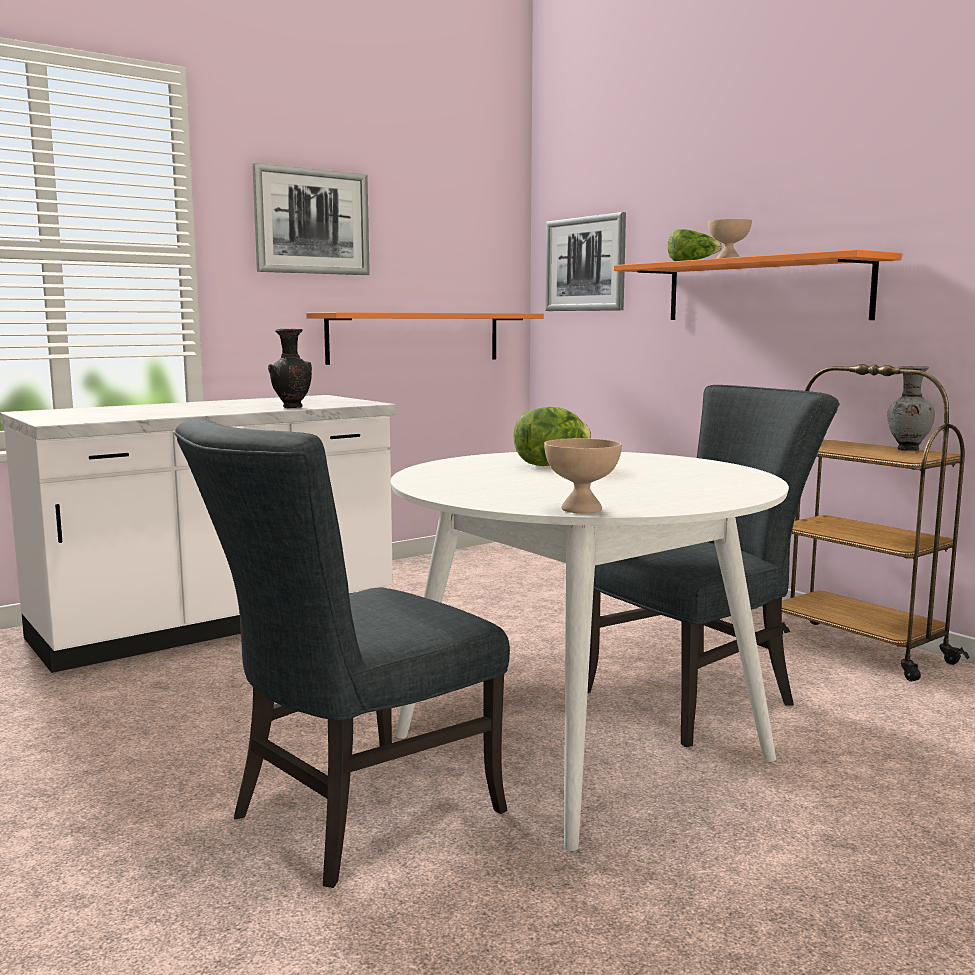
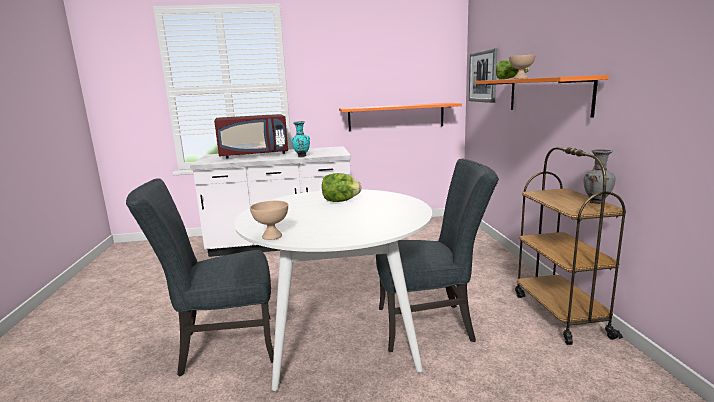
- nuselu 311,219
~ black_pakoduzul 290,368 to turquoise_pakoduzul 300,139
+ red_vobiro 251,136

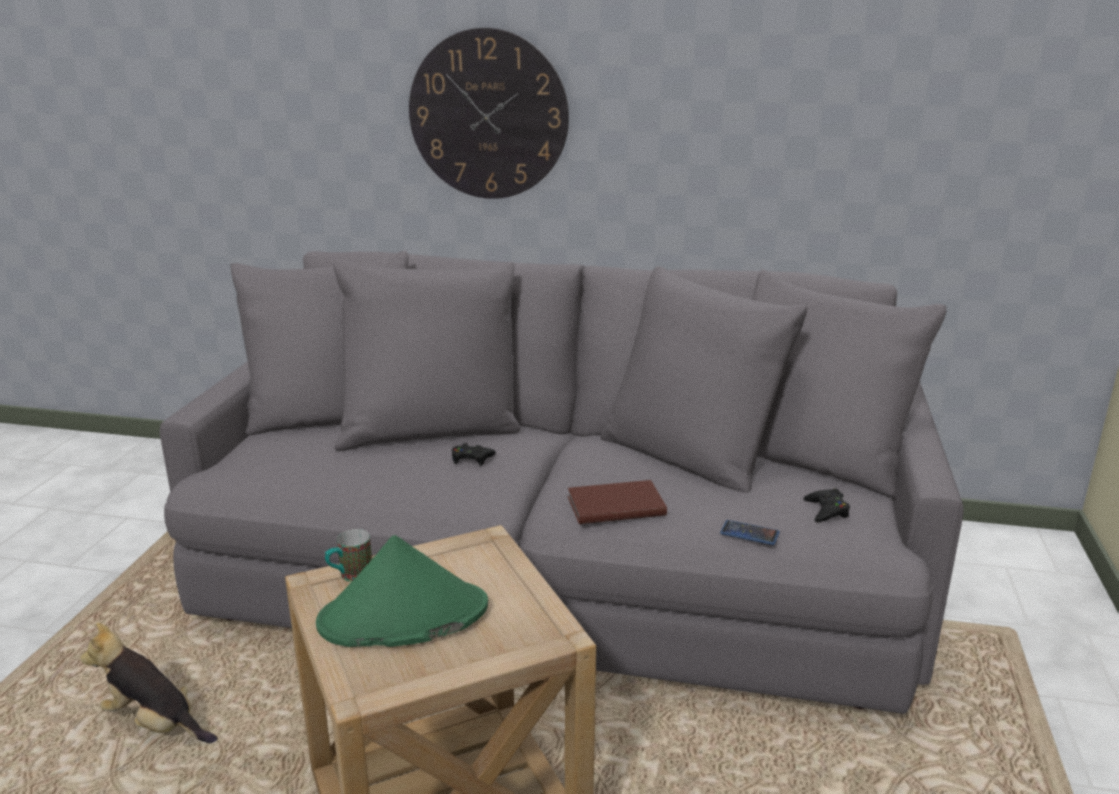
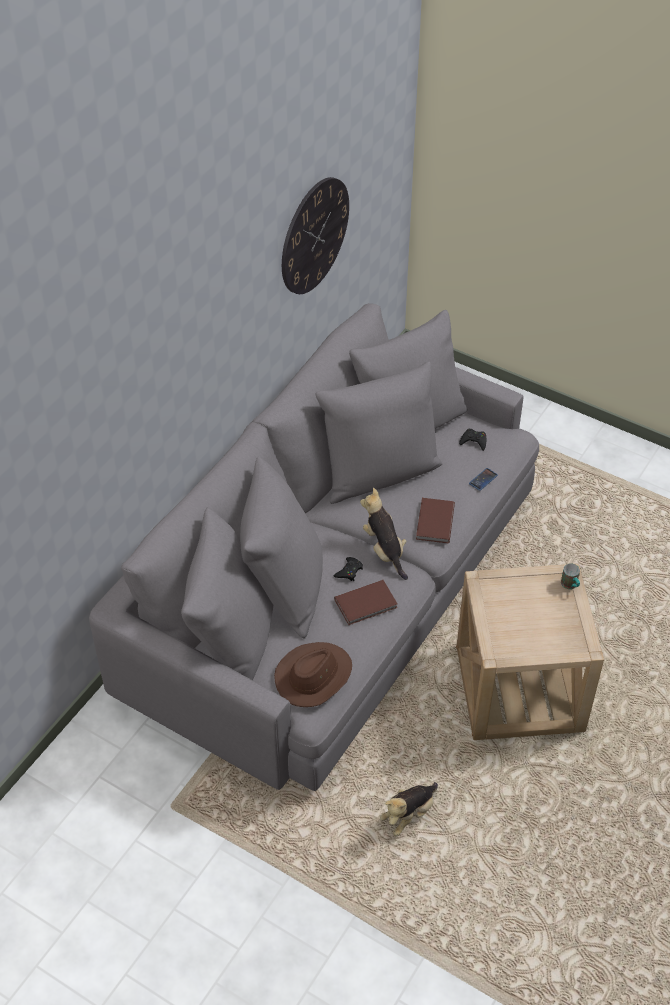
~ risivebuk 489,113 to 315,235
~ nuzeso 348,555 to 570,576
- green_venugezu 402,591
+ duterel 384,534
+ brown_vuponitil 366,602
+ brown_venugezu 313,674

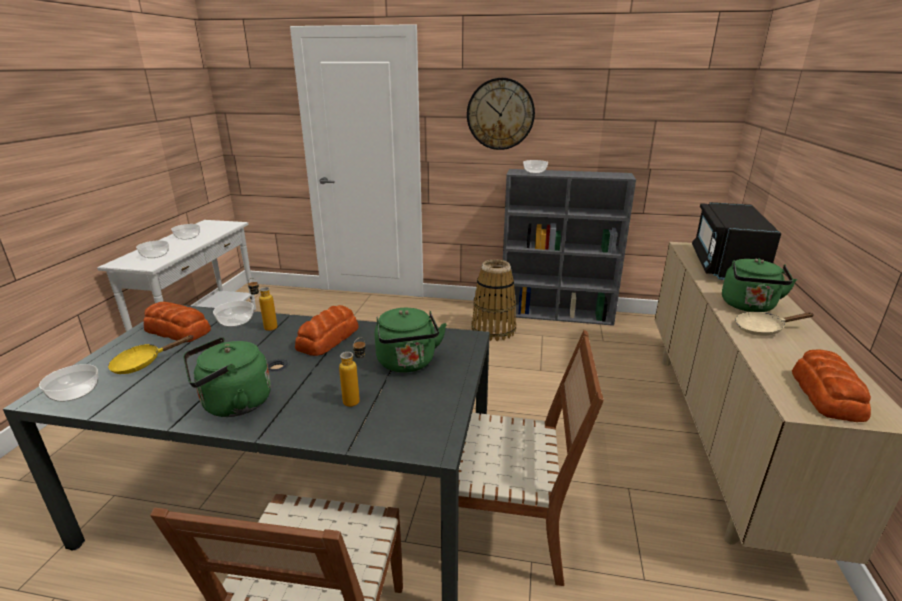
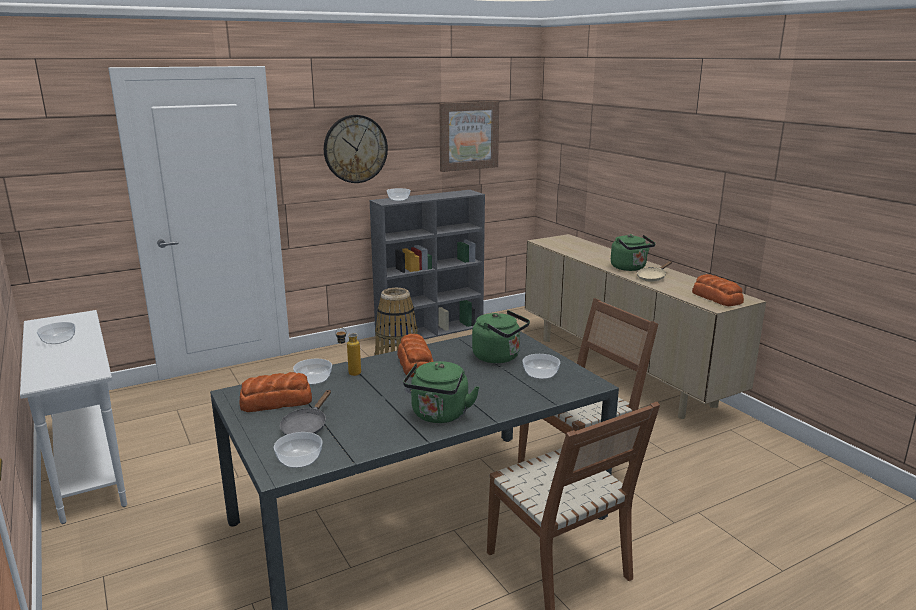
- black_vobiro 736,241
~ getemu 152,249 to 541,366
~ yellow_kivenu 151,354 to grey_kivenu 305,412
- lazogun 352,372
+ nuselu 469,136

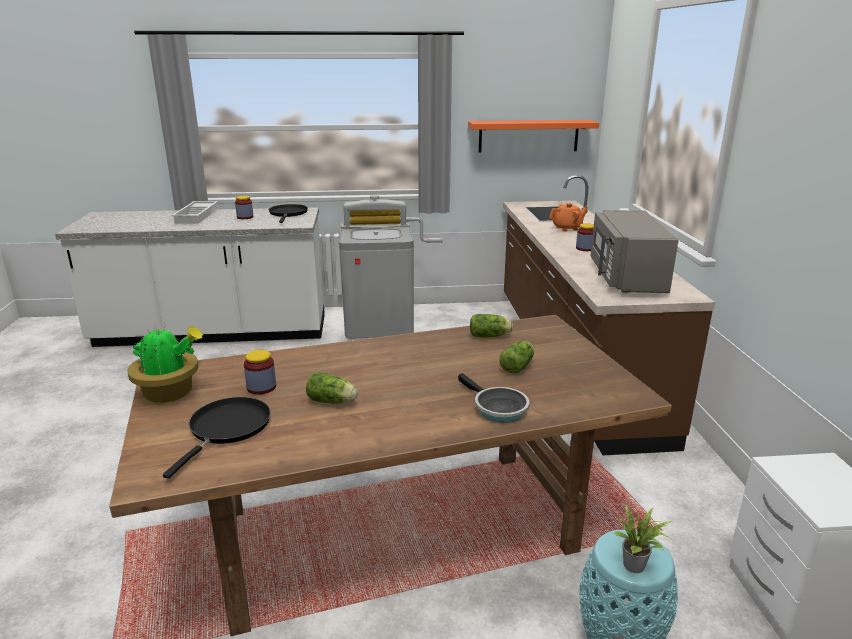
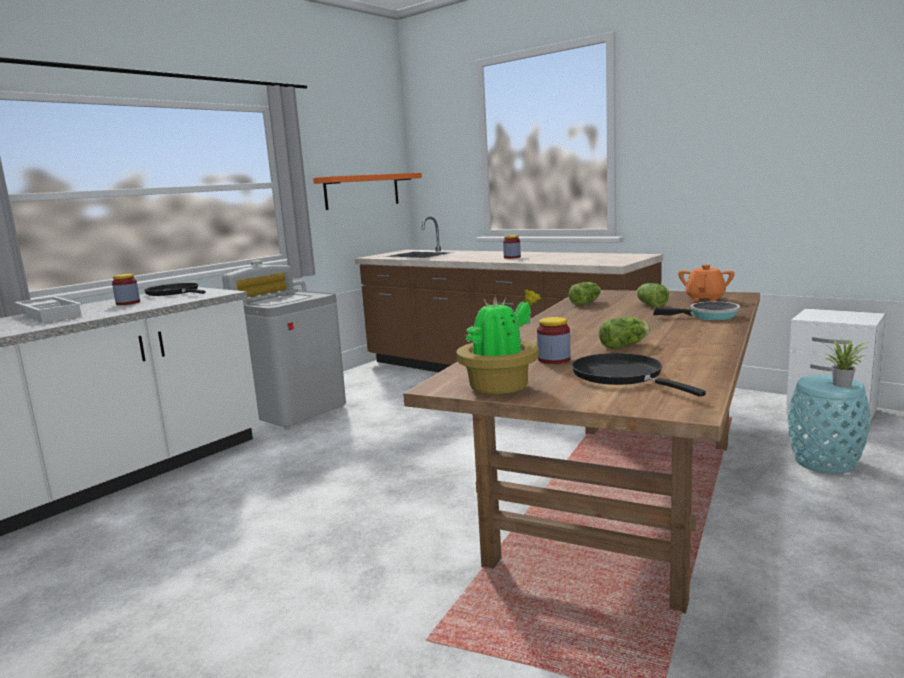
~ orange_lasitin 568,217 to 706,283
- grey_vobiro 634,251

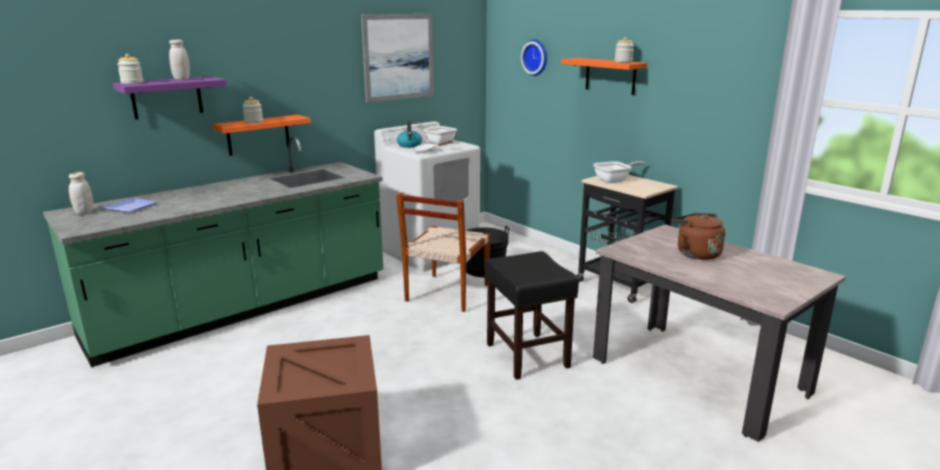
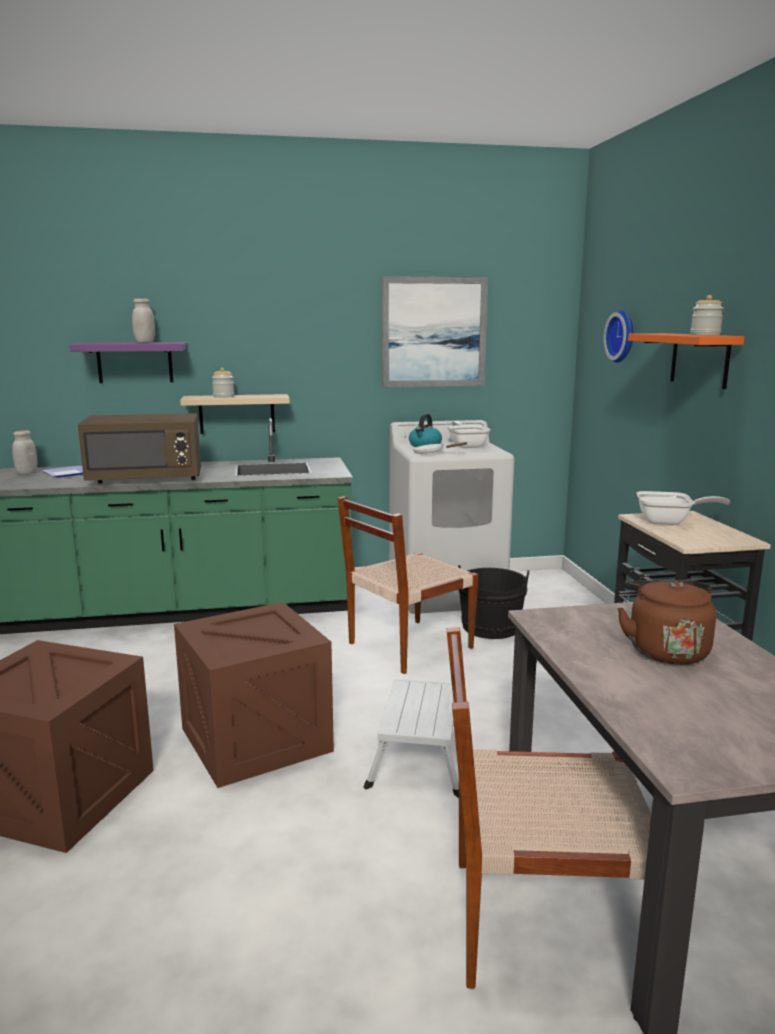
- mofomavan 130,69
~ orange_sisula 261,135 to beige_sisula 235,414
~ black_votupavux 532,315 to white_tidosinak 411,738
+ brown_vobiro 139,448
+ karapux 254,695
+ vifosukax 549,808

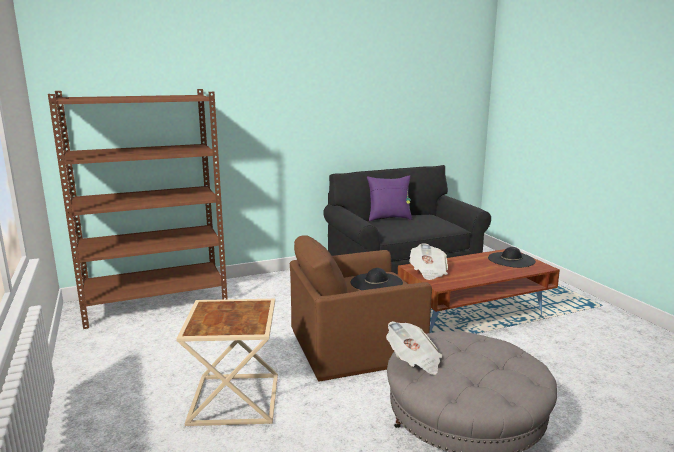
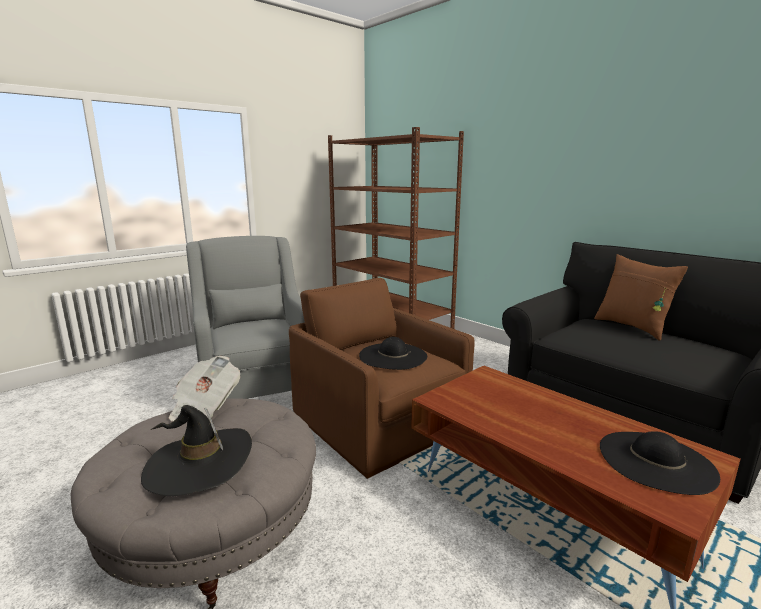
~ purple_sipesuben 389,198 to brown_sipesuben 641,297
- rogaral 428,261
~ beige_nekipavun 227,362 to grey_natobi 245,317
+ black_venugezu 196,450

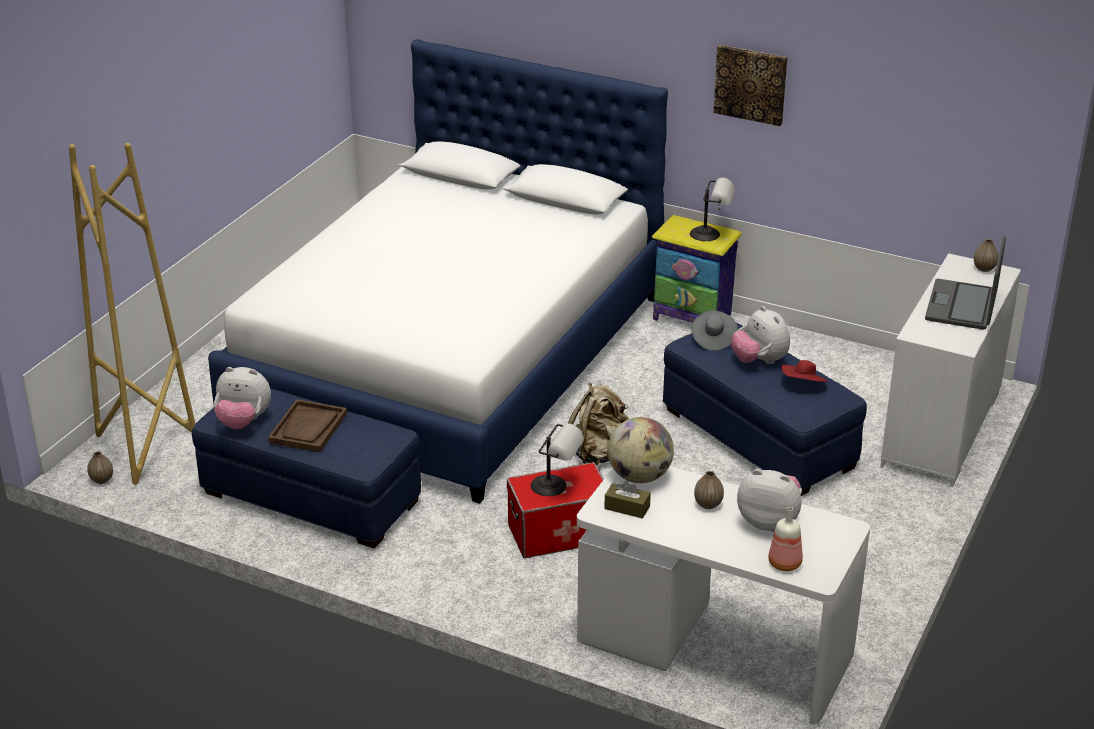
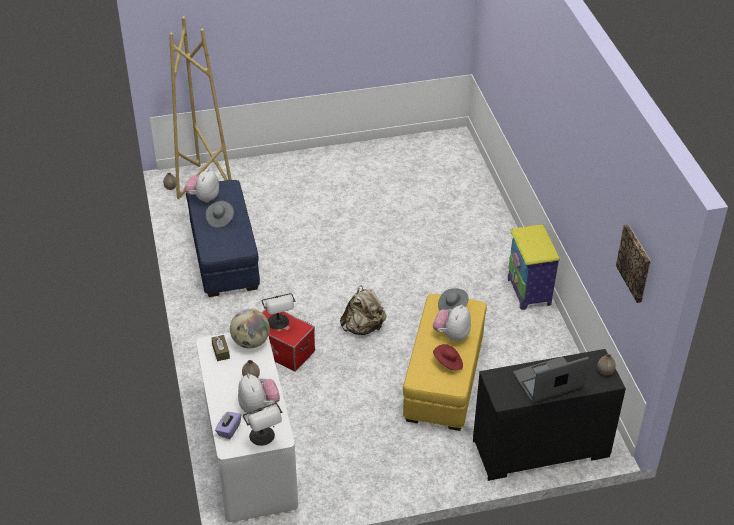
- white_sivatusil 438,272
~ nuselu 750,85 to 633,263
~ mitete 712,209 to 262,424
~ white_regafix 950,370 to black_regafix 549,415
~ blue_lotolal 765,409 to yellow_lotolal 445,362
~ duterel 242,398 = 201,185 45 degrees clockwise
~ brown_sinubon 307,425 to grey_venugezu 220,214
~ lazogun 785,539 to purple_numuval 228,425

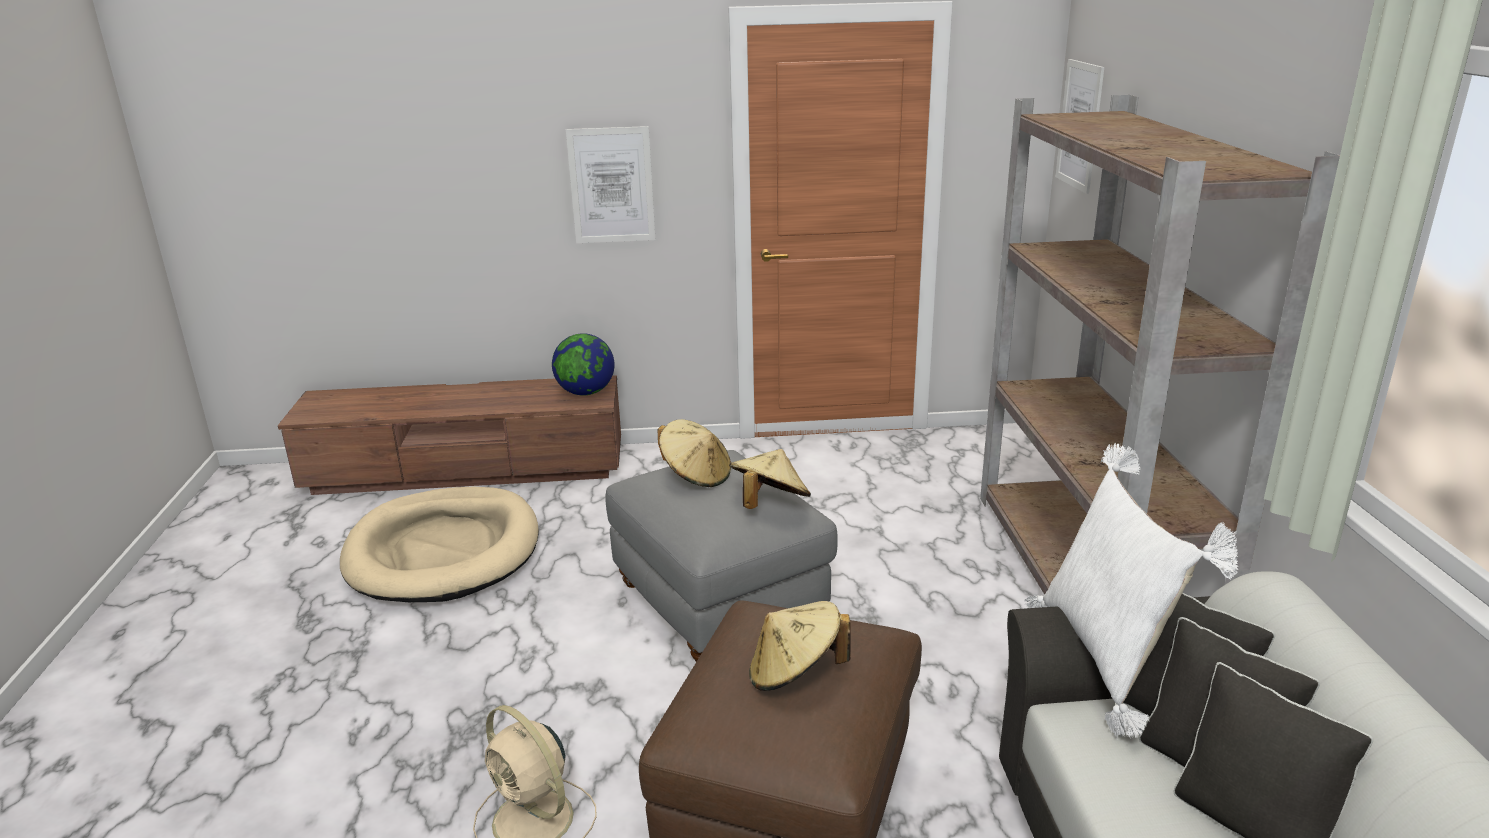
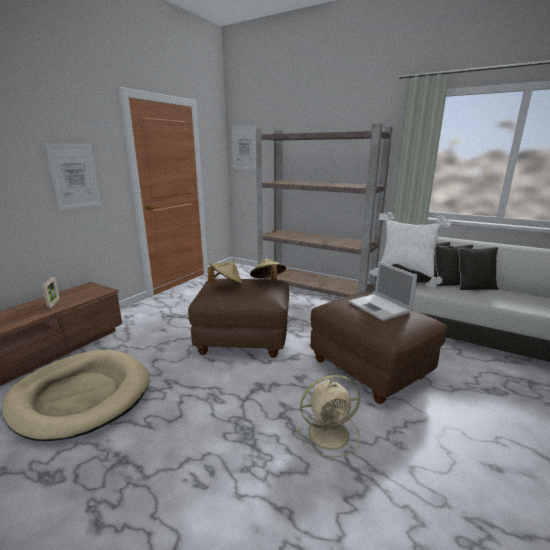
- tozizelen 583,364
~ grey_lotolal 721,556 to brown_lotolal 238,318
~ beige_venugezu 800,646 to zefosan 383,291
+ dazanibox 50,292

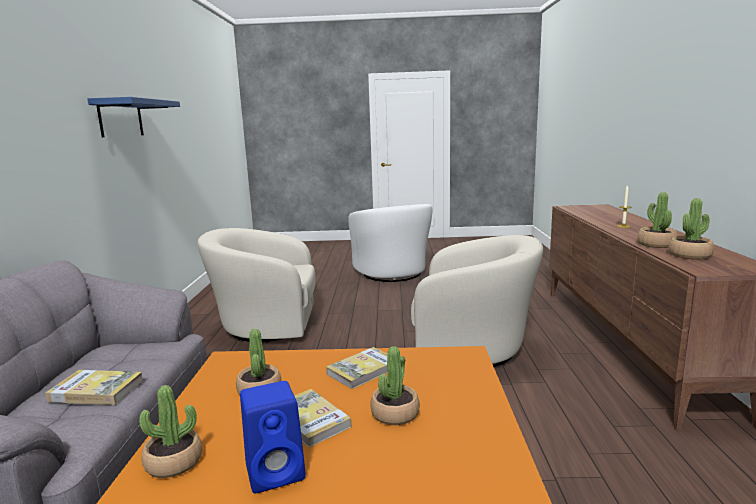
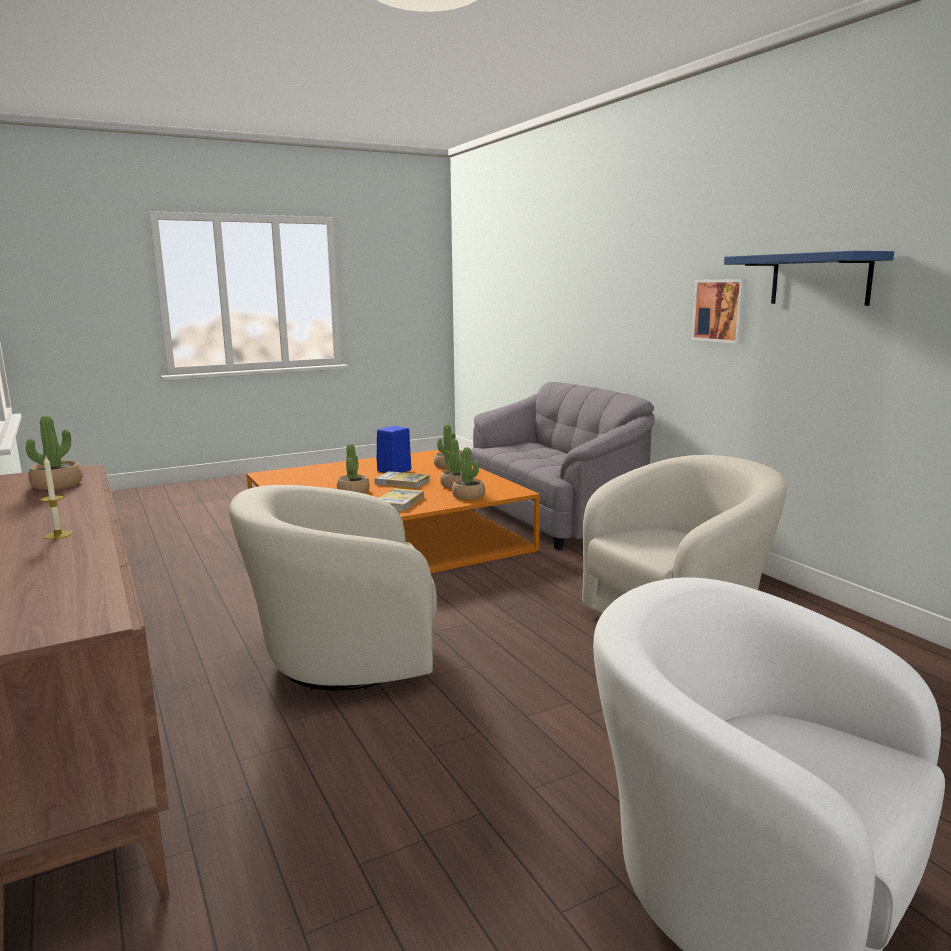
~ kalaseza 657,220 to 468,473
- vuponitil 94,387
+ nuselu 720,311

